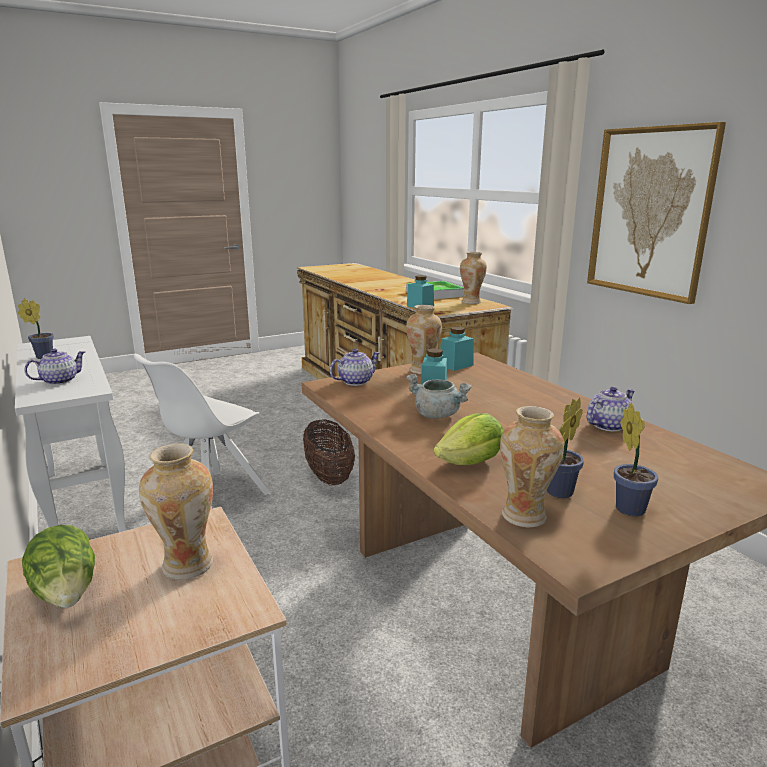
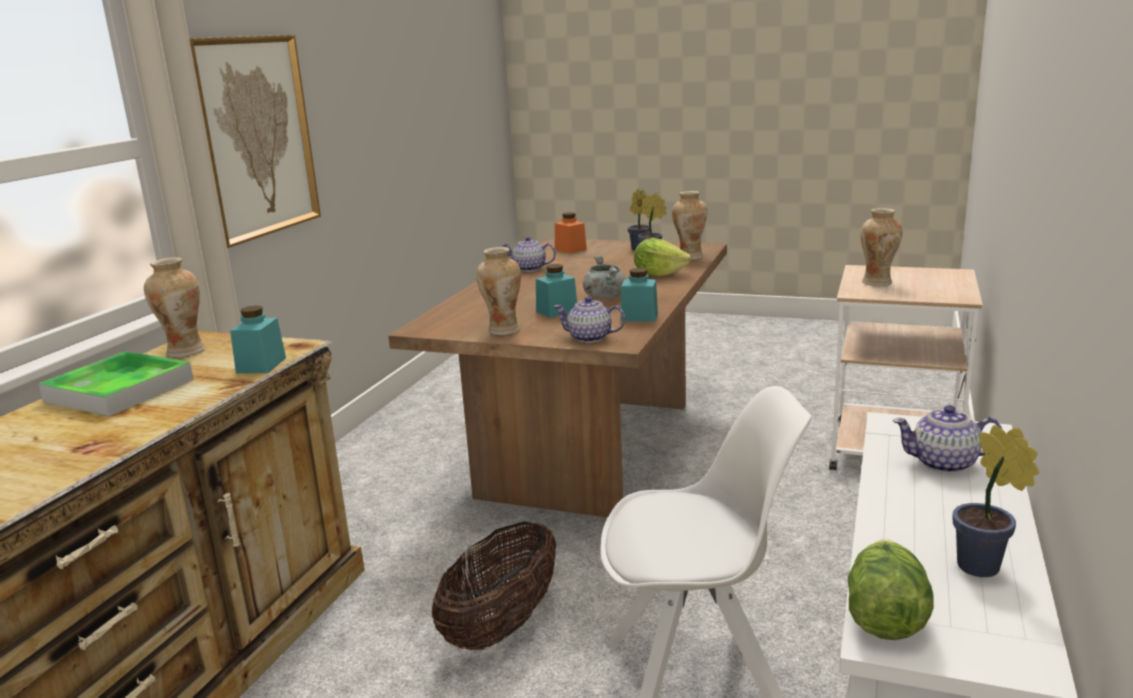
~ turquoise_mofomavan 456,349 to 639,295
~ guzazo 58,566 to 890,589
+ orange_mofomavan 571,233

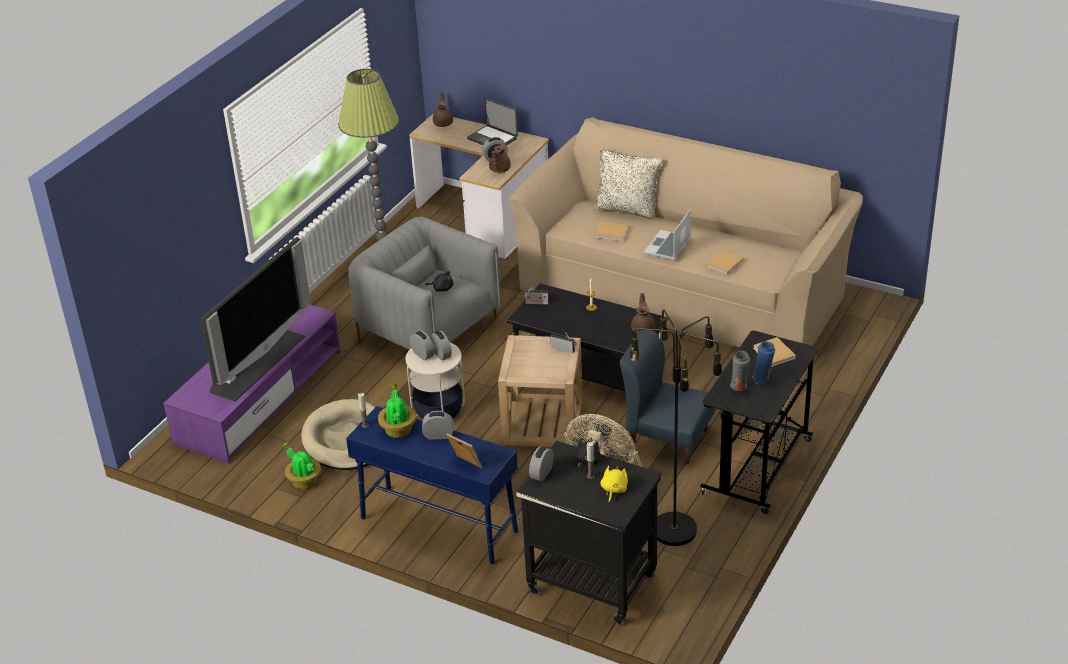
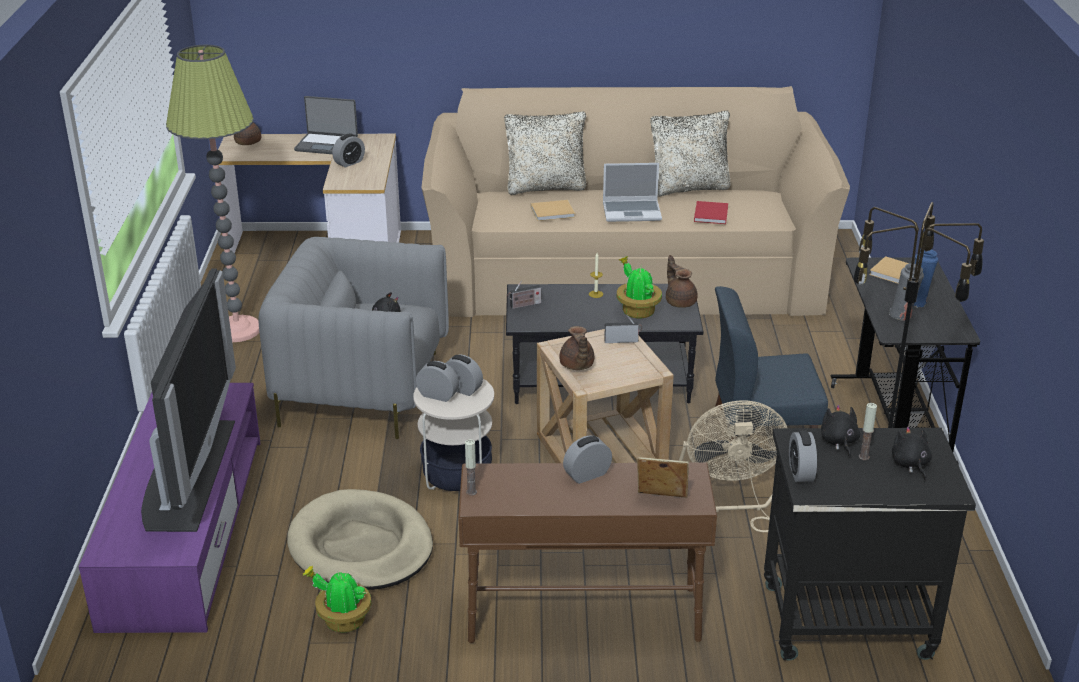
~ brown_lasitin 500,159 to 576,348
~ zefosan 667,234 = 632,192 90 degrees counterclockwise
~ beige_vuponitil 724,262 to red_vuponitil 711,212
~ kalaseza 397,411 to 639,287
~ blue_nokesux 432,485 to brown_nokesux 587,553
~ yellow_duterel 614,484 to black_duterel 912,453
+ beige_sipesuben 690,153

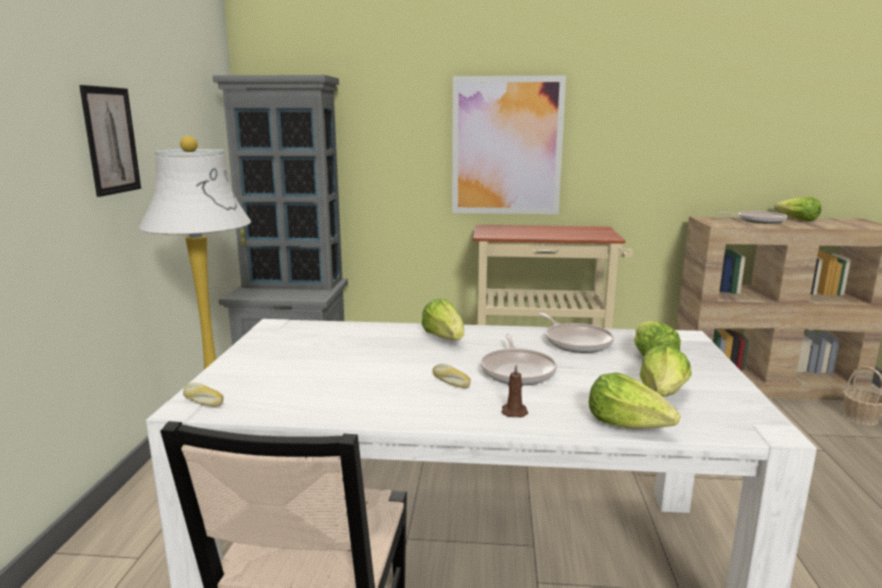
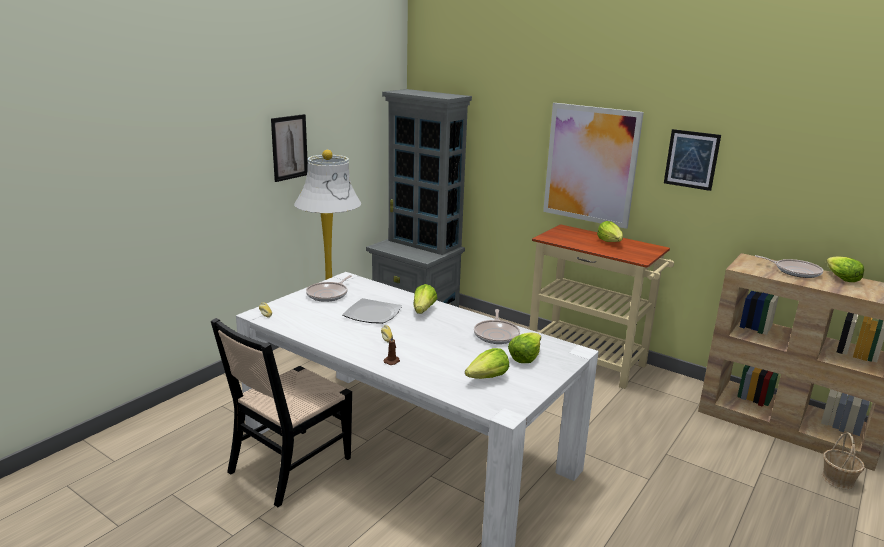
~ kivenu 519,359 to 329,288
~ guzazo 634,400 to 610,231
+ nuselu 692,160
+ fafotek 372,311

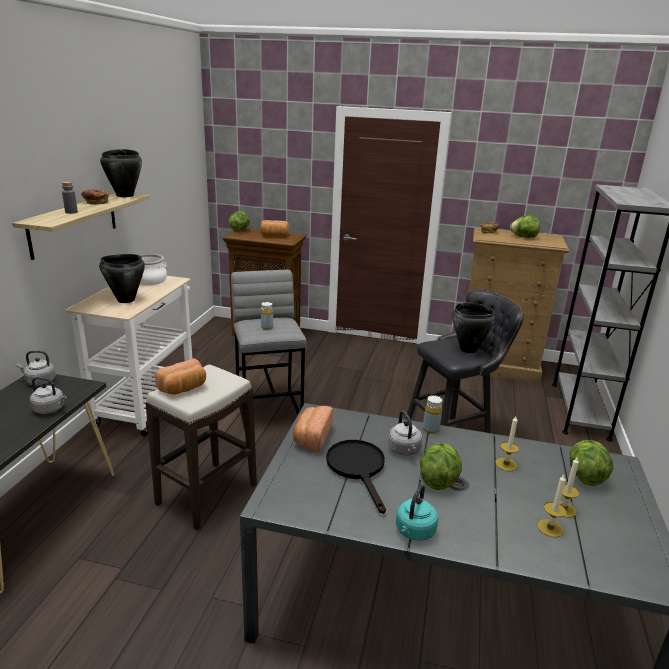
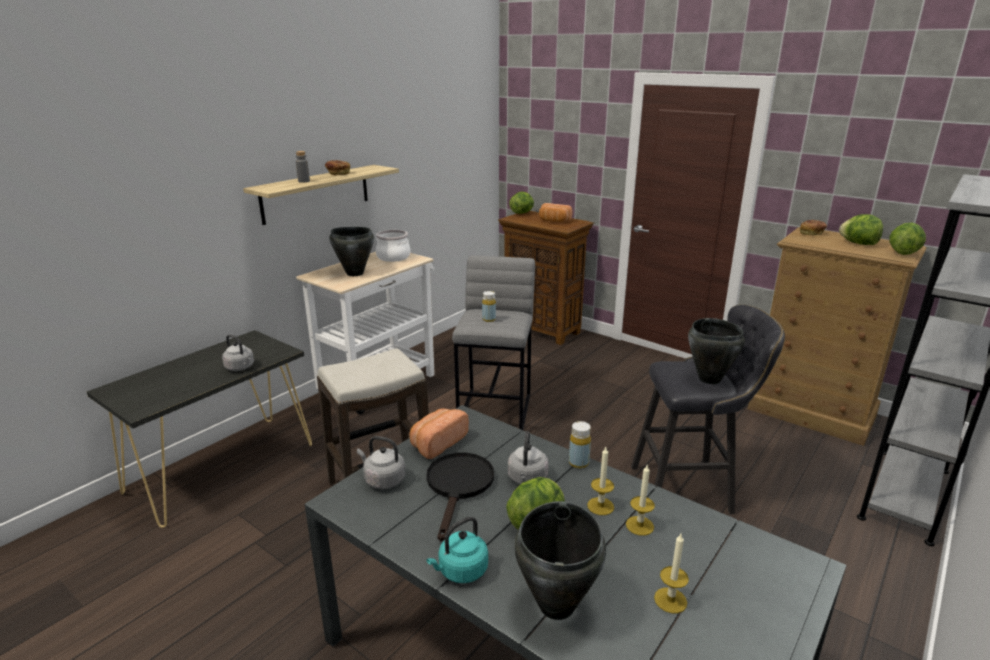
~ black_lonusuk 121,173 to 560,560
~ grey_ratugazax 36,368 to 381,462
- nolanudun 180,376
~ guzazo 591,463 to 907,238
~ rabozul 551,506 to 600,481

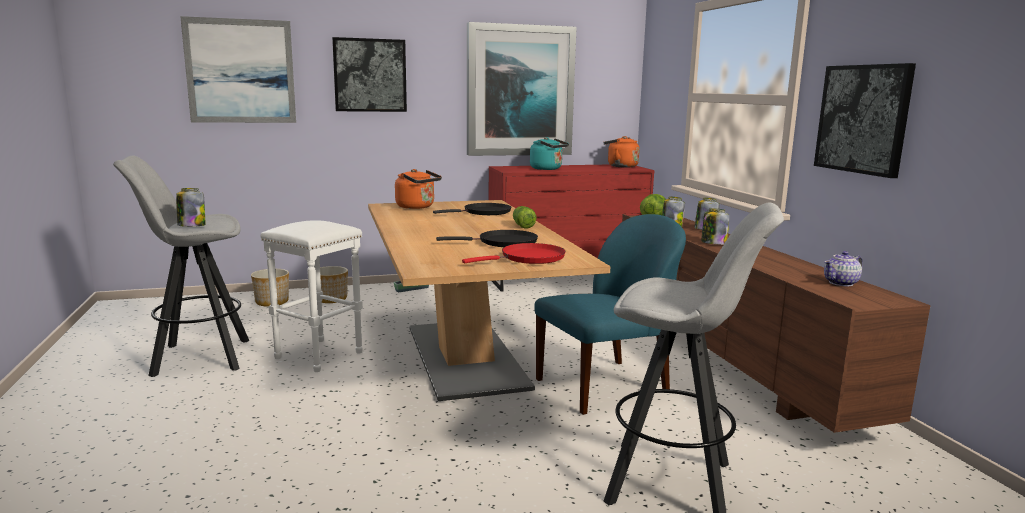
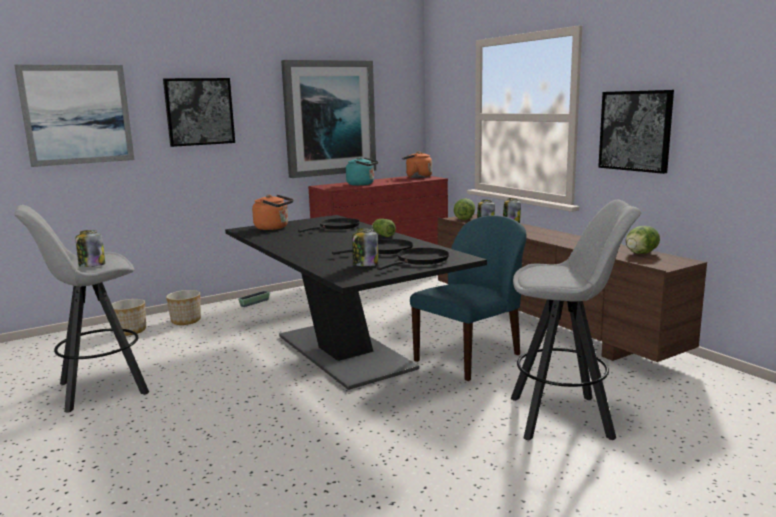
~ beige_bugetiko 489,300 to black_bugetiko 356,302
~ mofomavan 715,226 to 365,247
- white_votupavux 312,296
~ red_kivenu 514,253 to black_kivenu 413,259
~ lasitin 843,268 to guzazo 643,240

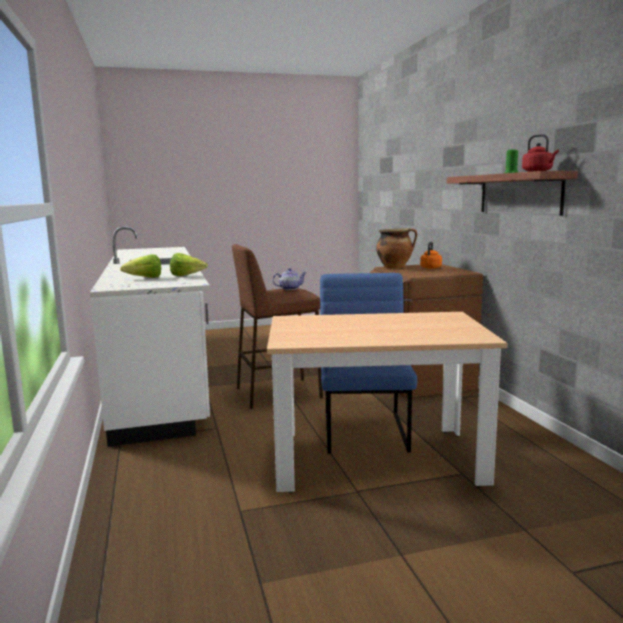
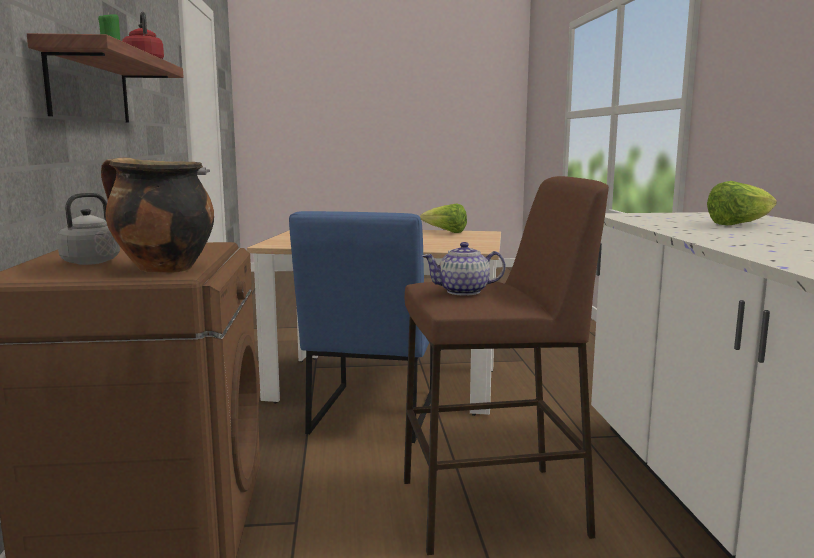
~ orange_ratugazax 431,255 to grey_ratugazax 88,229
~ guzazo 189,264 to 443,218

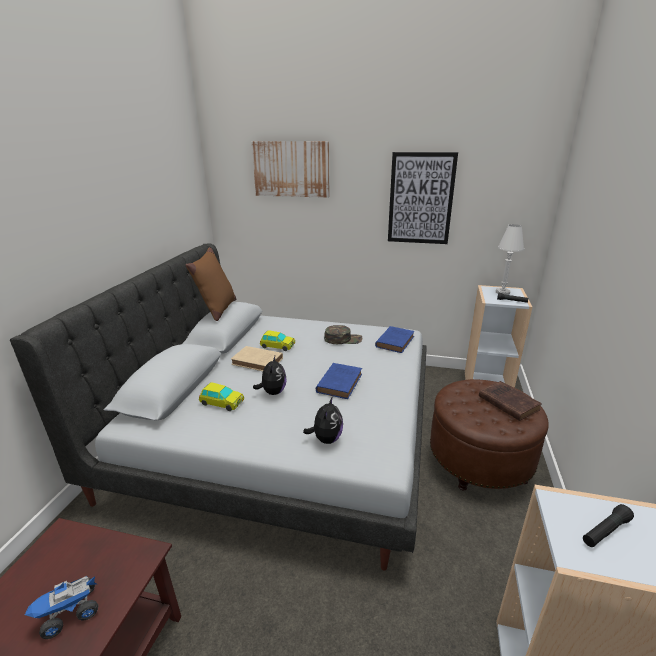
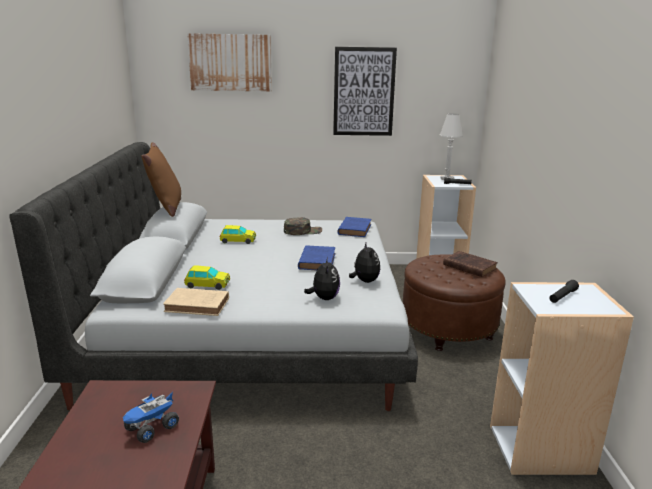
~ beige_vuponitil 257,358 to 196,302
~ duterel 269,375 to 364,263

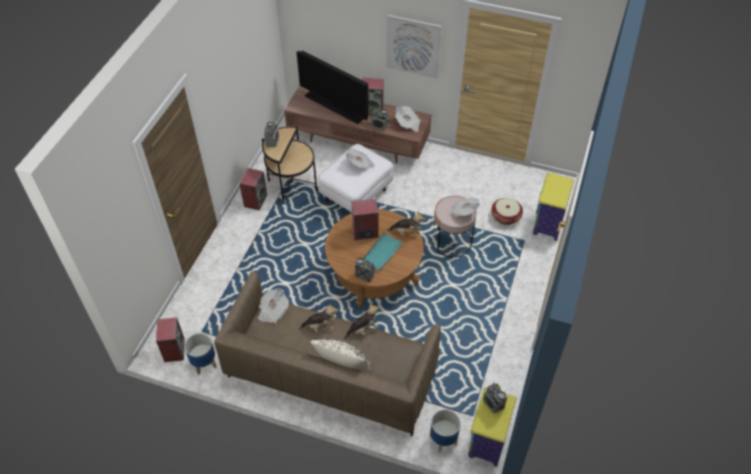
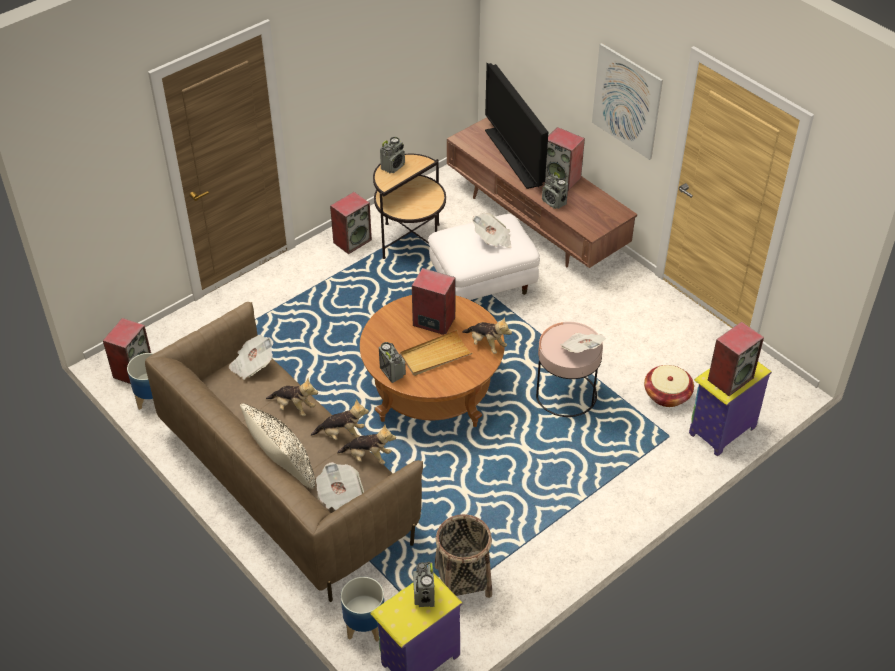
~ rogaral 408,119 to 340,486
~ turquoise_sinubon 383,251 to beige_sinubon 436,353
+ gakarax 736,359
+ duterel 366,444
+ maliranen 463,556

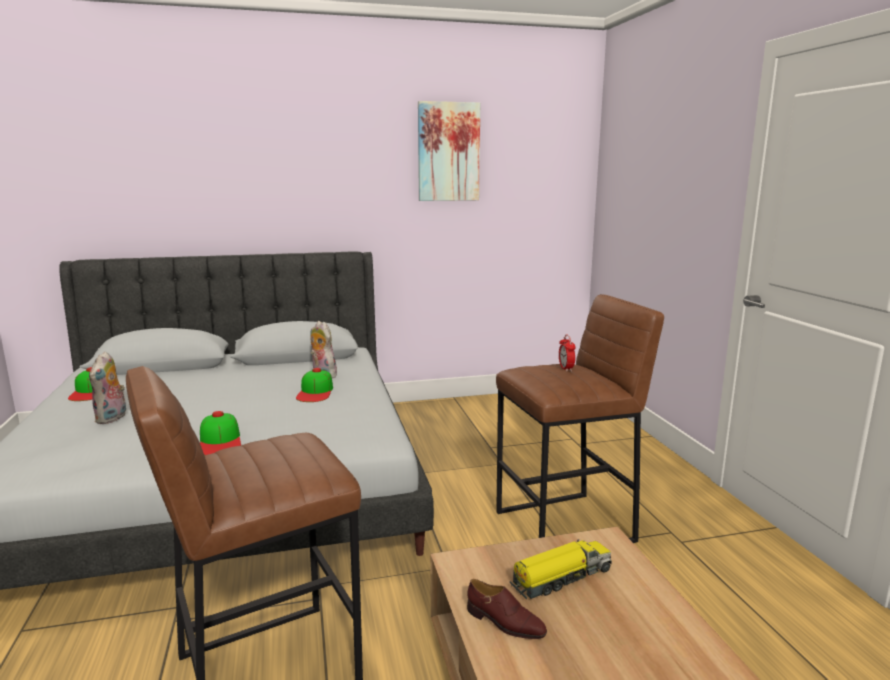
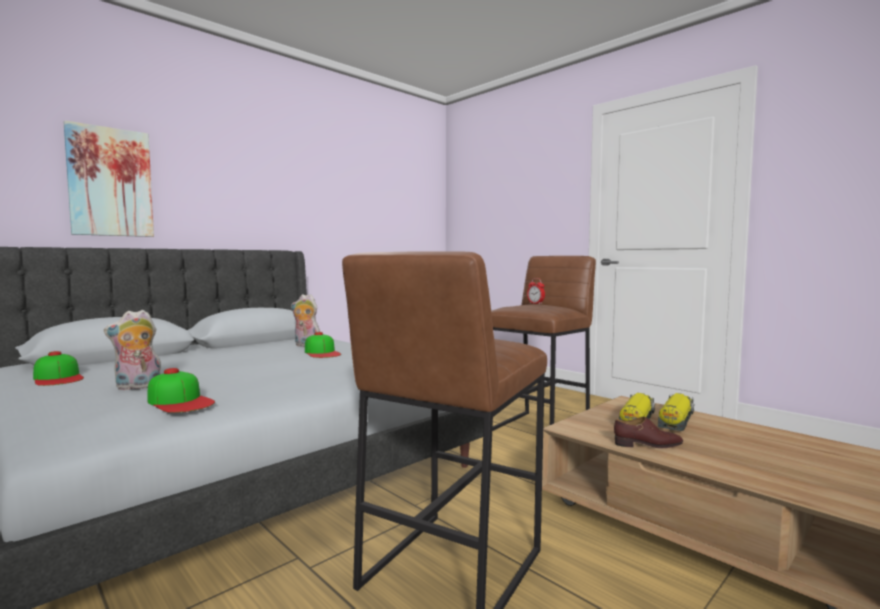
~ nuselu 449,151 to 108,179
~ duterel 107,388 = 132,350 90 degrees clockwise
~ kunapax 220,433 to 181,390
+ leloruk 676,412

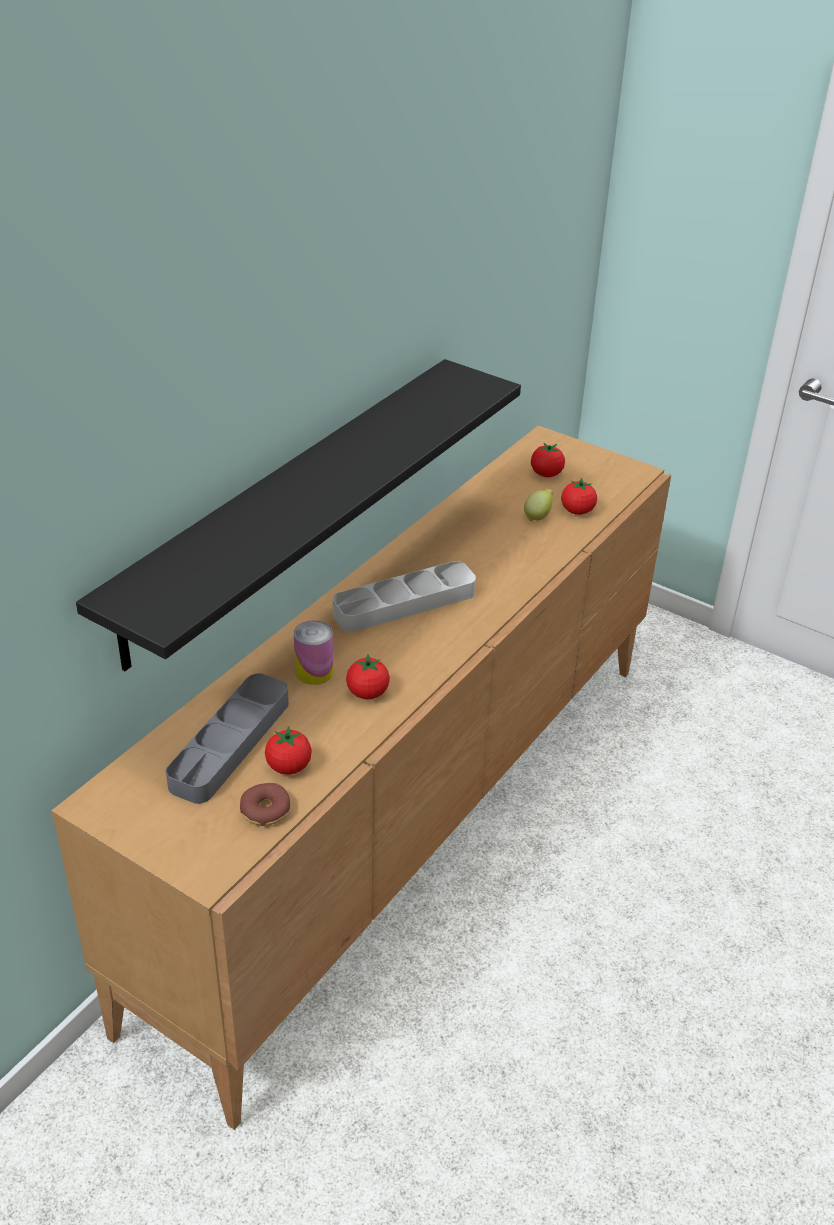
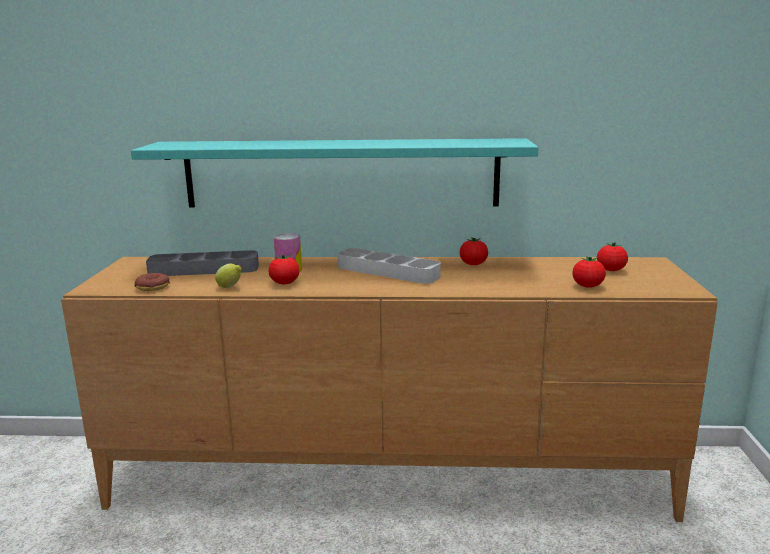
~ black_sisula 298,515 to turquoise_sisula 335,173
~ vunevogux 538,505 to 228,276
~ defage 288,750 to 474,251

